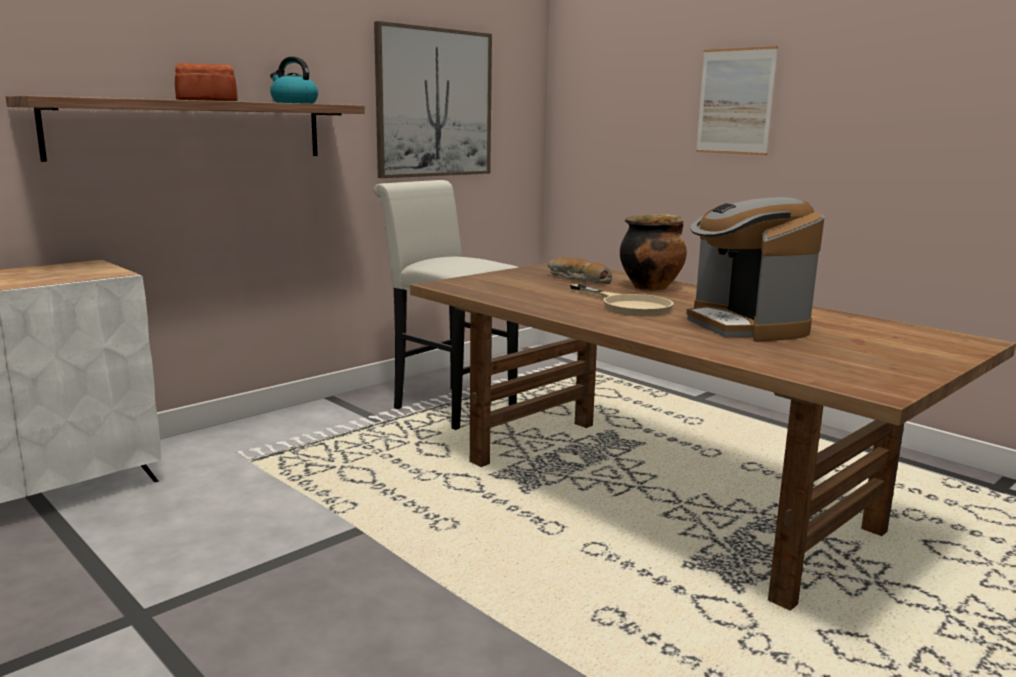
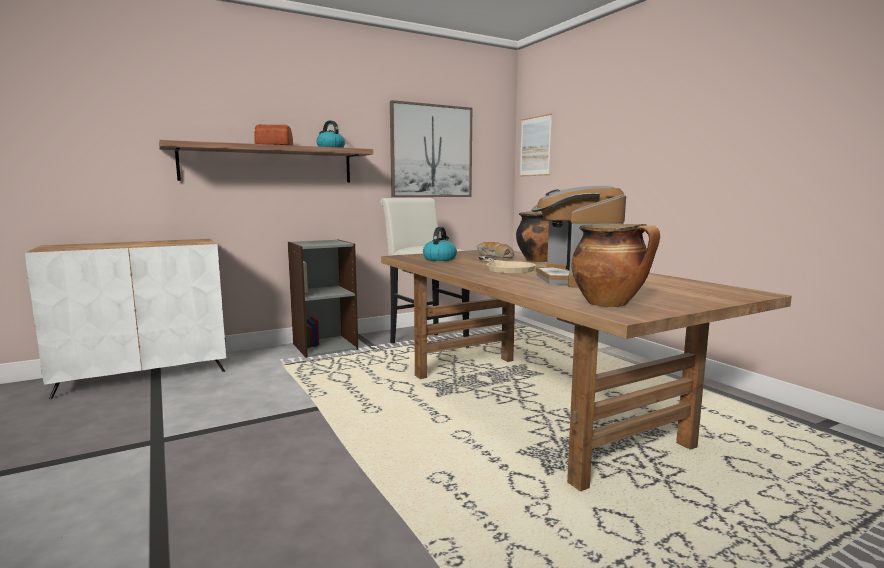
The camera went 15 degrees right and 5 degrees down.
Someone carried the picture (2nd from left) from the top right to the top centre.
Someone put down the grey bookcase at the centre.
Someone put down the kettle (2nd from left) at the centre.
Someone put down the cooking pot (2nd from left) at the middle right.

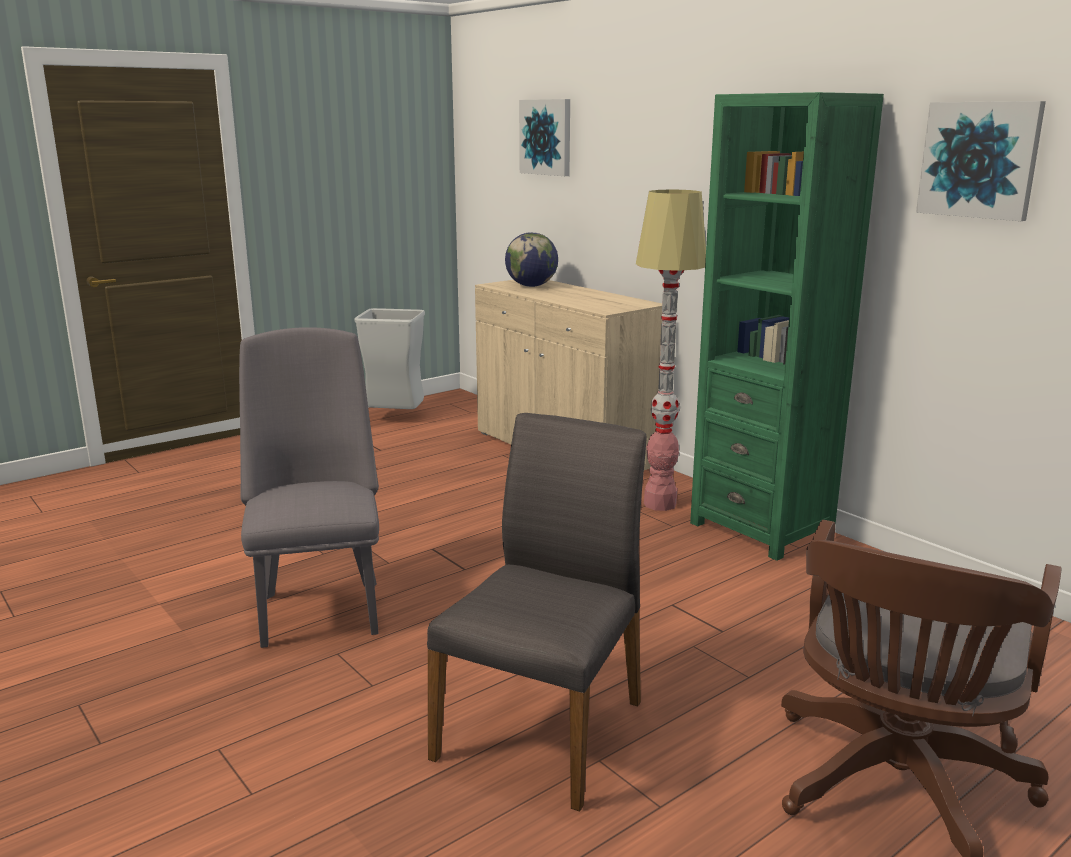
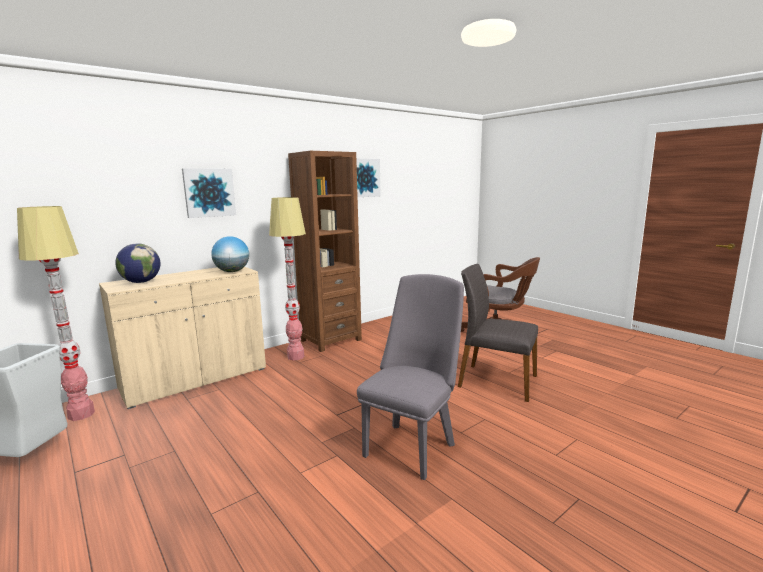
The camera went 90 degrees left and 5 degrees down.
Someone rotated the grey chair (1st from left) at the middle left by 135 degrees clockwise.
Someone carried the picture (1st from left) from the top centre to the middle left.
Someone repainted the green bookcase at the middle right, which became the brown bookcase at the centre.
Someone put down the floor lamp (1st from left) at the middle left.
Someone put down the globe (2nd from left) at the middle left.

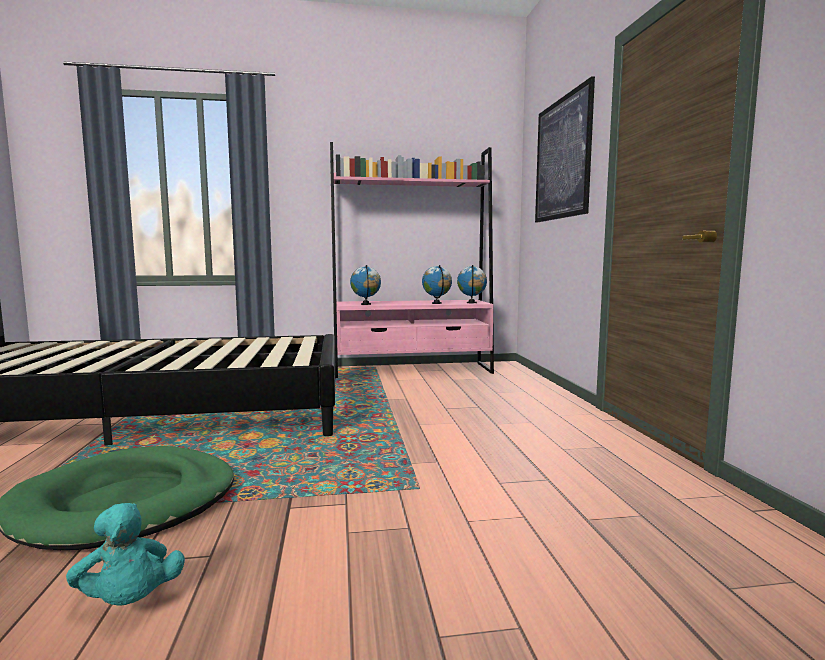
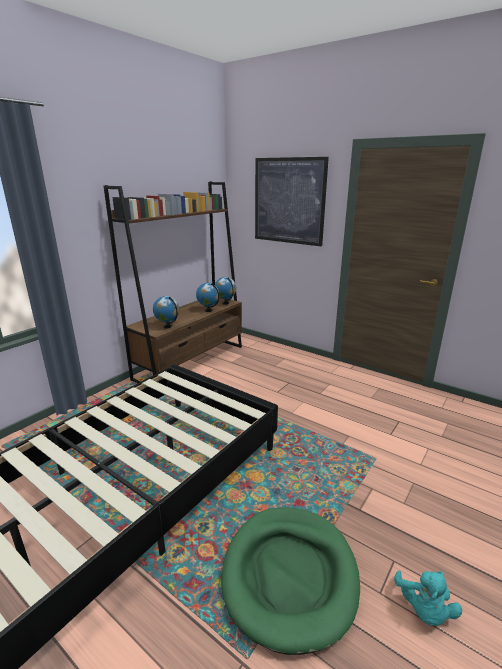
The camera went 45 degrees left and 15 degrees up.
Someone rotated the turquoise plush toy at the bottom left by 90 degrees clockwise.
Someone repainted the pink bookcase at the centre, which became the brown bookcase at the centre.

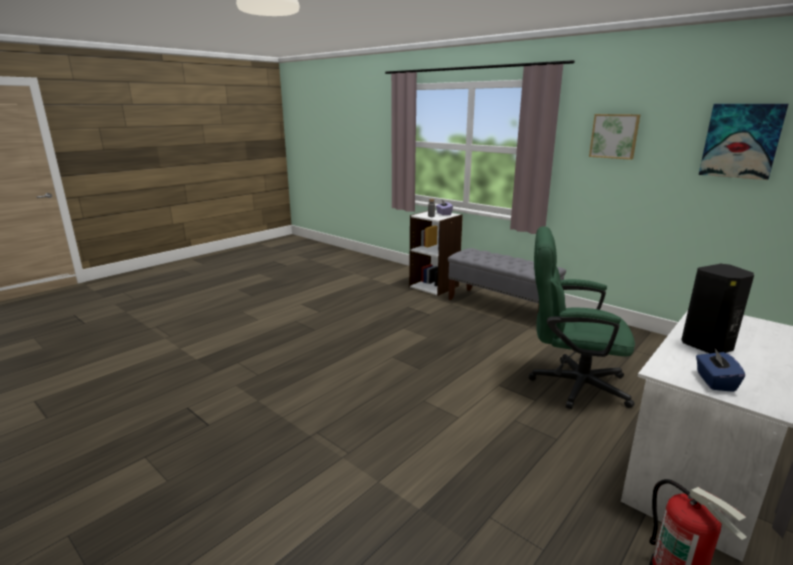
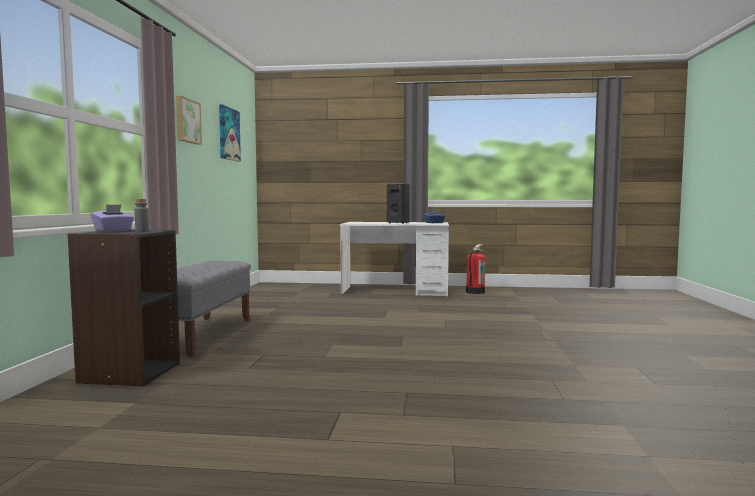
The camera went 125 degrees left and 15 degrees down.
Someone repainted the white bookcase at the centre, which became the black bookcase at the middle left.
Someone took away the green office chair at the middle right.

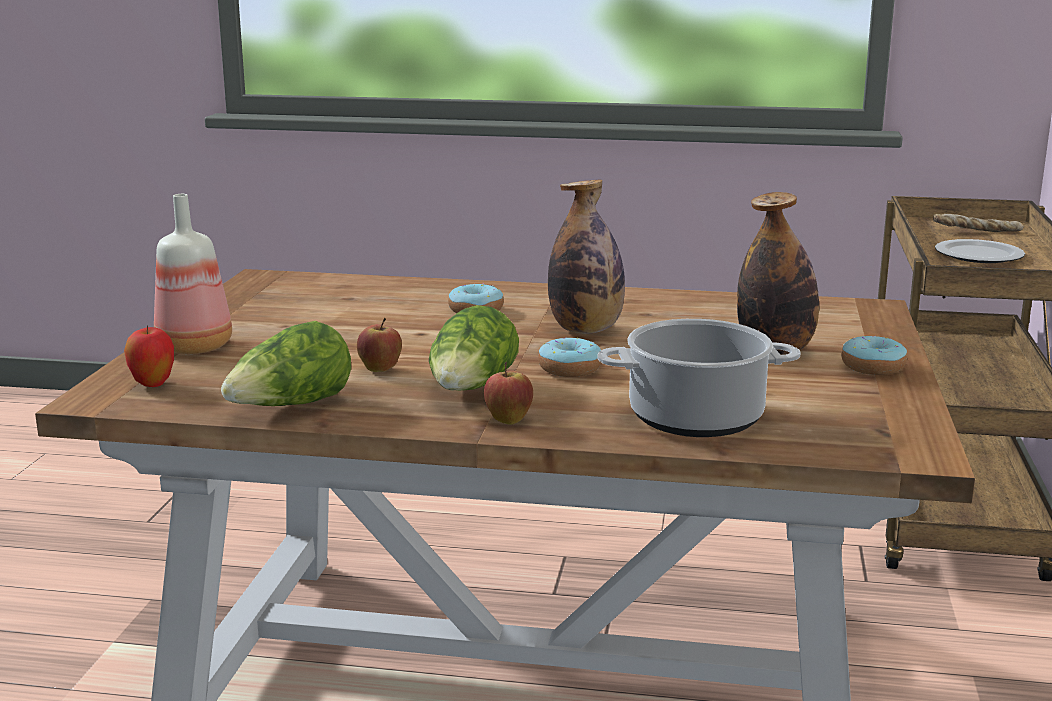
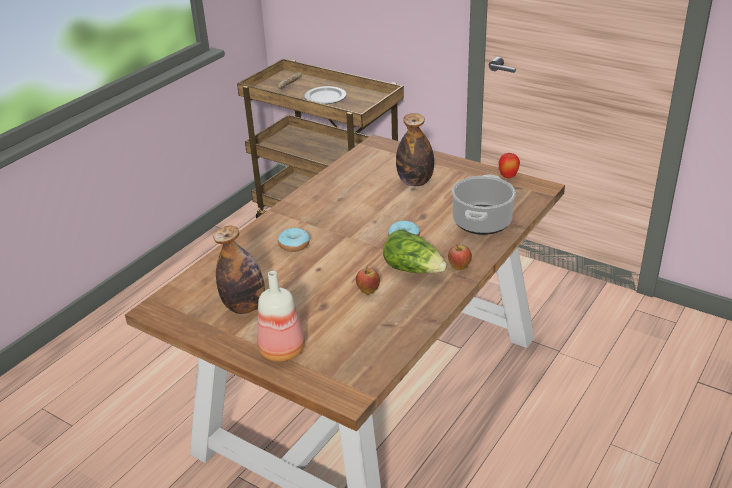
The camera went 65 degrees left and 15 degrees up.
Someone carried the apple (1st from left in the first image) from the middle left to the middle right.
Someone took away the lettuce (1st from left) at the middle left.
Someone carried the bottle (2nd from left in the first image) from the centre to the middle left.
Someone took away the donut (3rd from left) at the middle right.

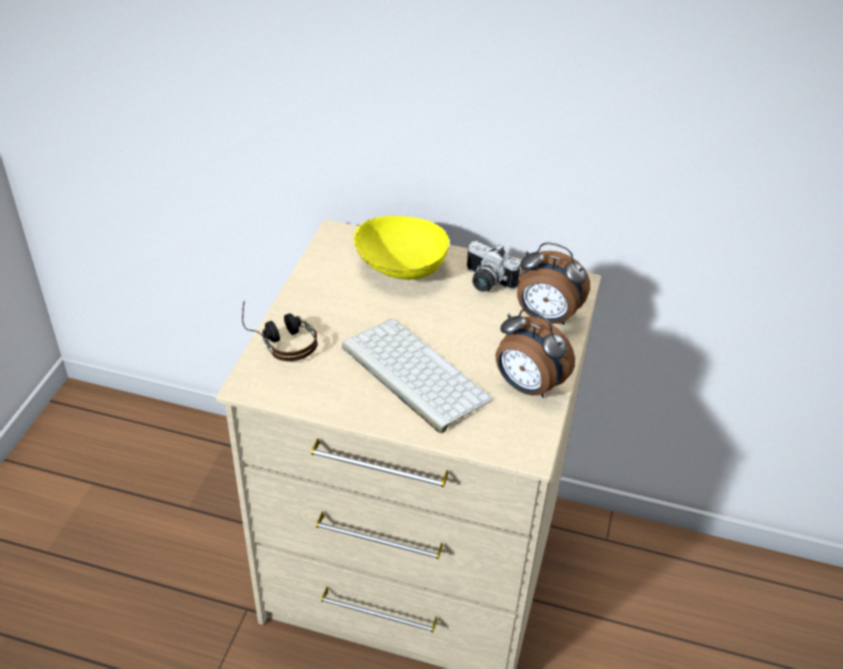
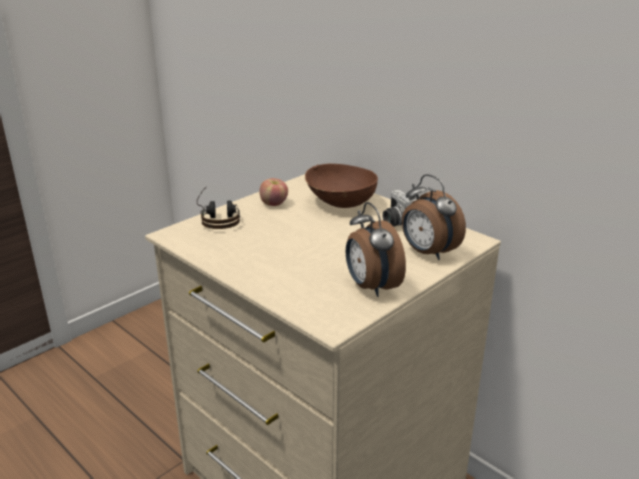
The camera went 30 degrees right and 15 degrees down.
Someone took away the keyboard at the centre.
Someone repainted the yellow bowl at the centre, which became the brown bowl at the centre.
Someone put down the apple at the centre.

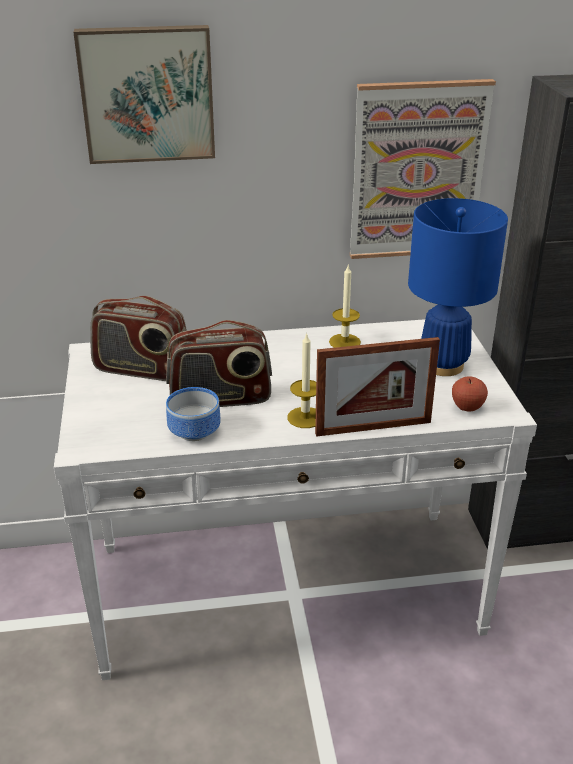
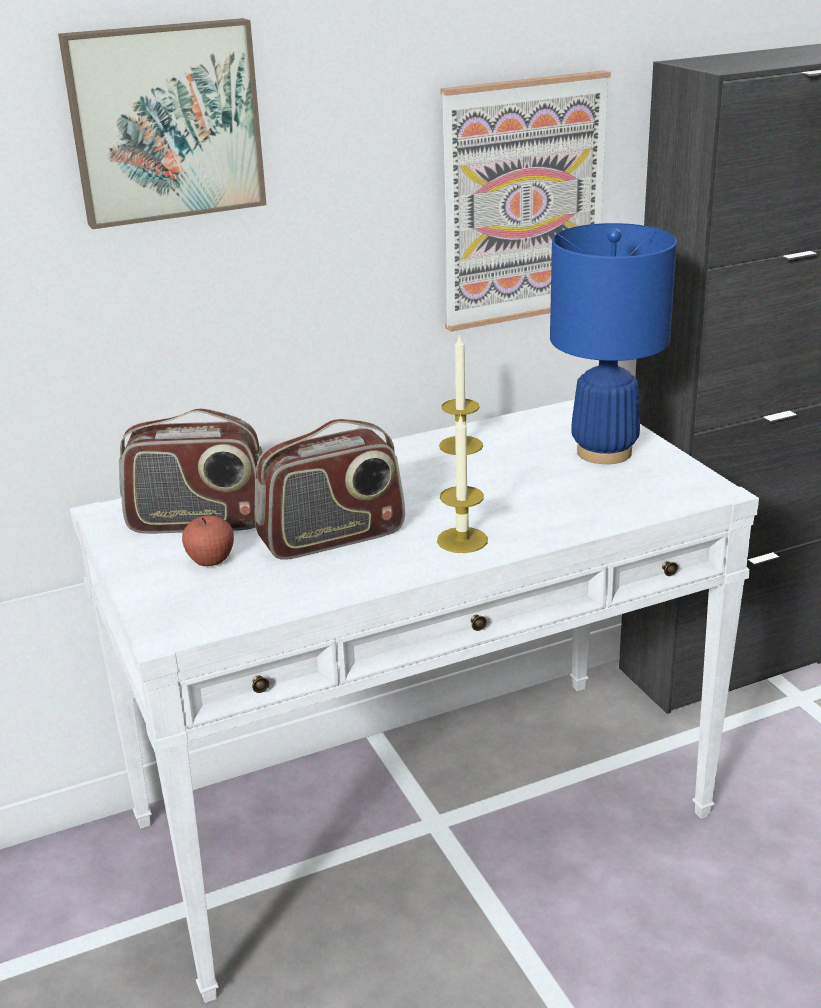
The camera went 15 degrees left and 5 degrees down.
Someone took away the bowl at the centre.
Someone took away the picture frame at the centre.
Someone carried the apple from the middle right to the middle left.

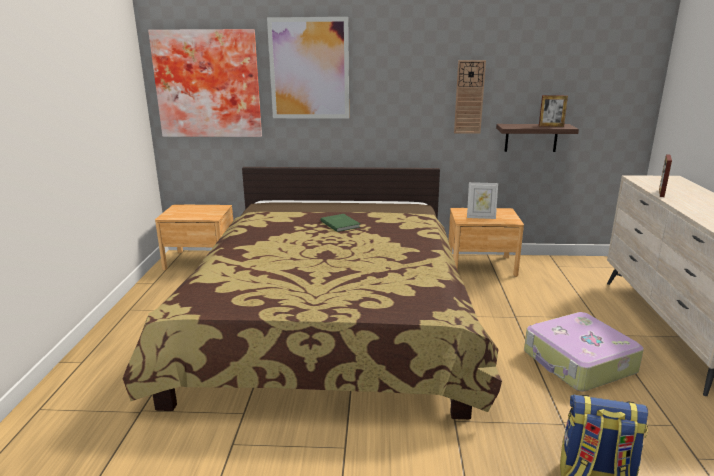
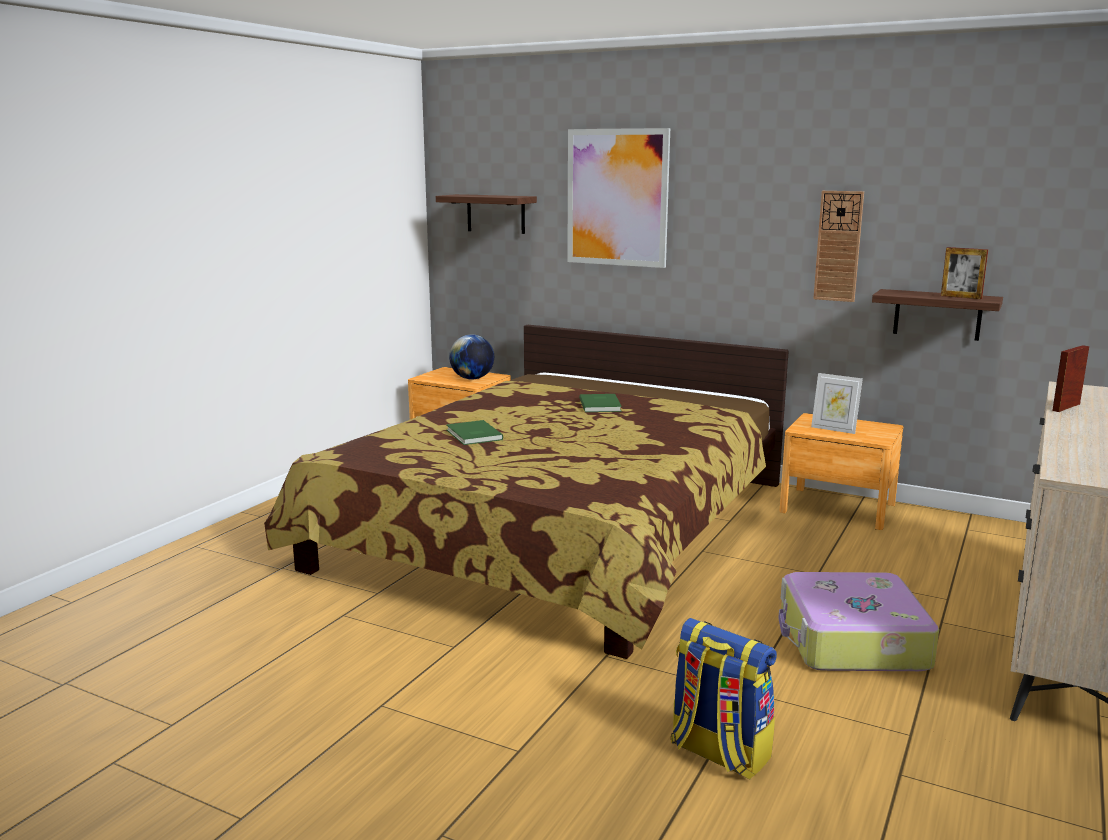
The camera went 25 degrees right and 5 degrees down.
Someone swapped the picture (1st from left) at the top left for the shelf (1st from left) at the top centre.
Someone put down the green book (1st from left) at the centre.
Someone put down the globe at the centre.

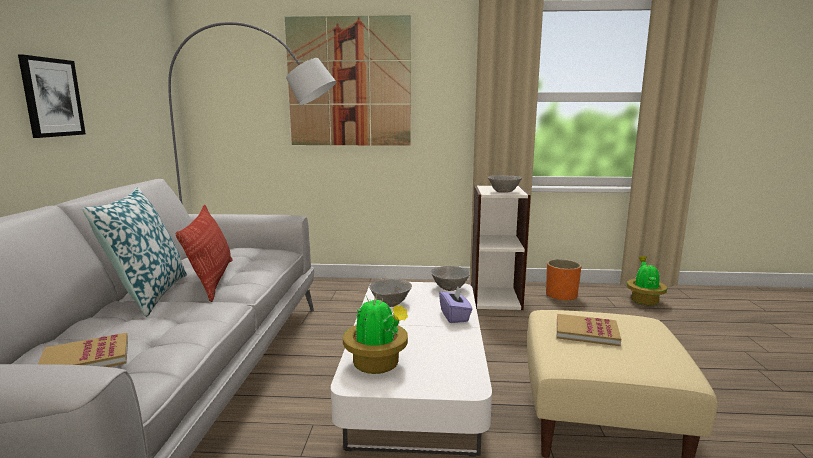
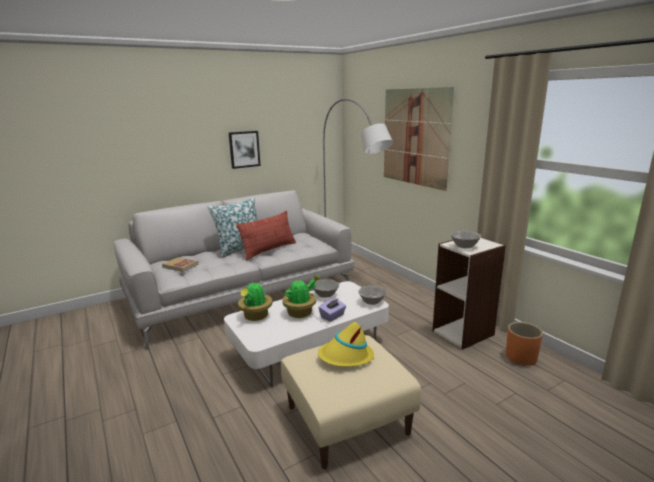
The camera went 55 degrees right and 5 degrees up.
Someone swapped the book (2nd from left) at the bottom right for the yellow hat at the bottom centre.
Someone carried the potted plant (2nd from left) from the middle right to the centre.

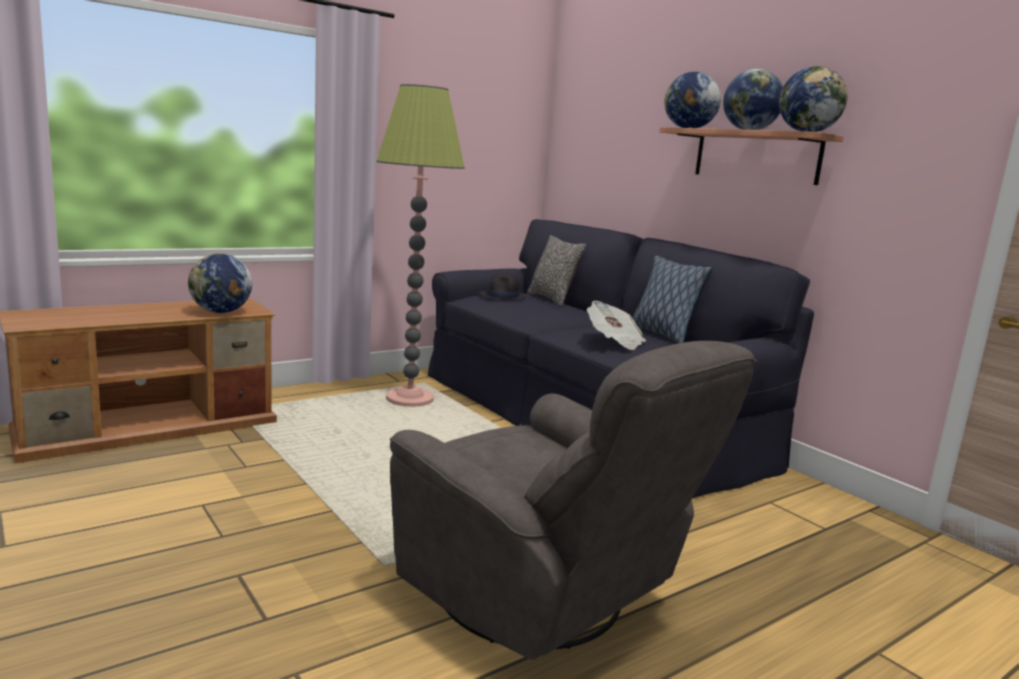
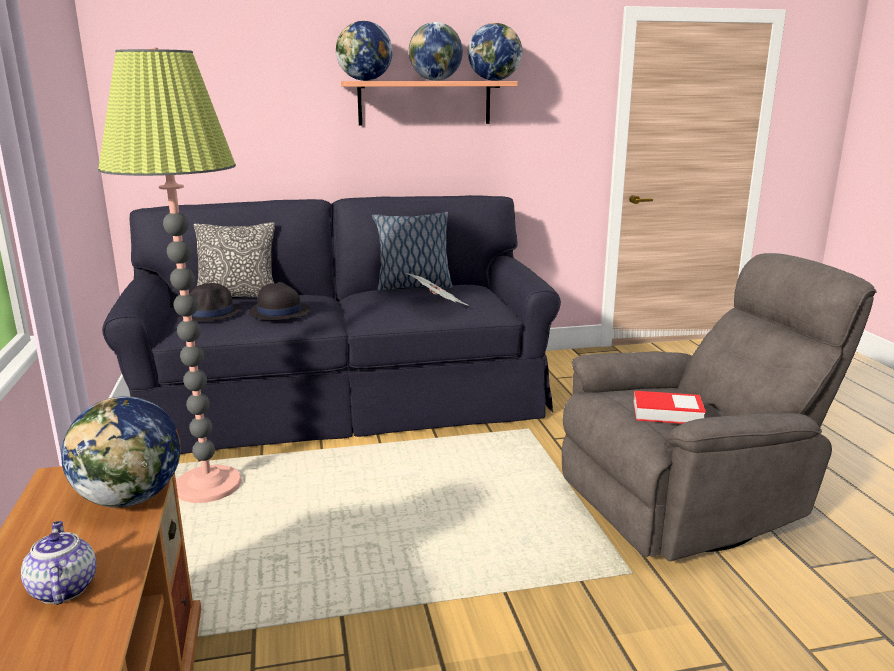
The camera went 65 degrees left and 5 degrees up.
Someone put down the teapot at the bottom left.
Someone put down the black hat (2nd from left) at the middle left.
Someone put down the book at the middle right.

